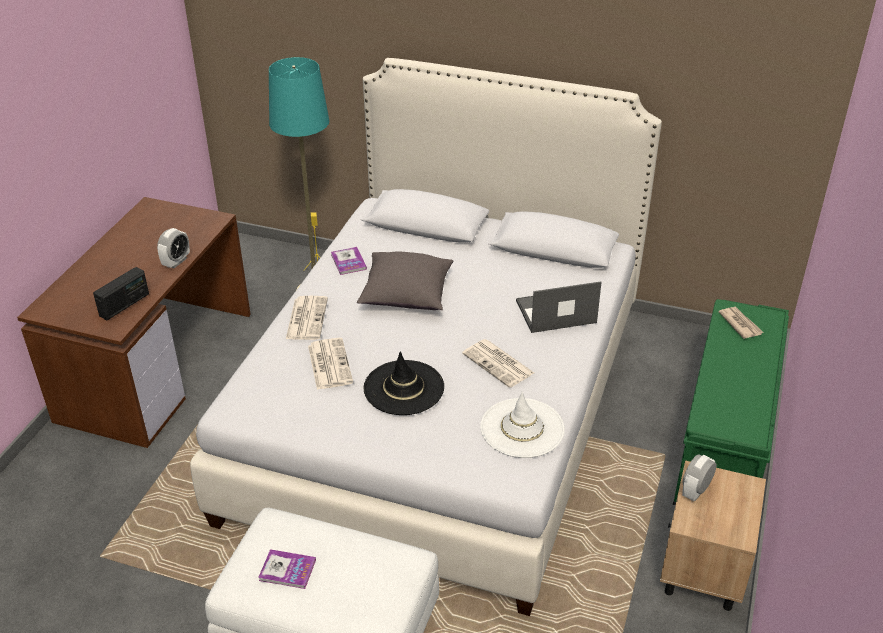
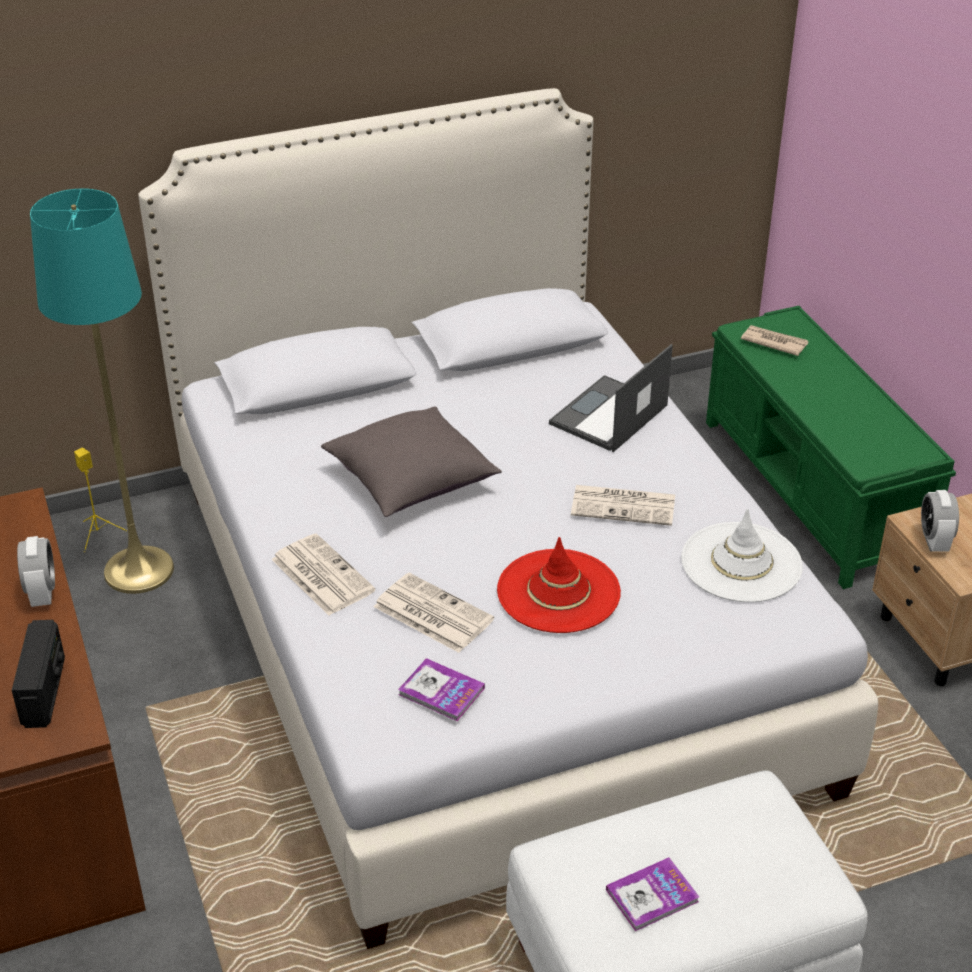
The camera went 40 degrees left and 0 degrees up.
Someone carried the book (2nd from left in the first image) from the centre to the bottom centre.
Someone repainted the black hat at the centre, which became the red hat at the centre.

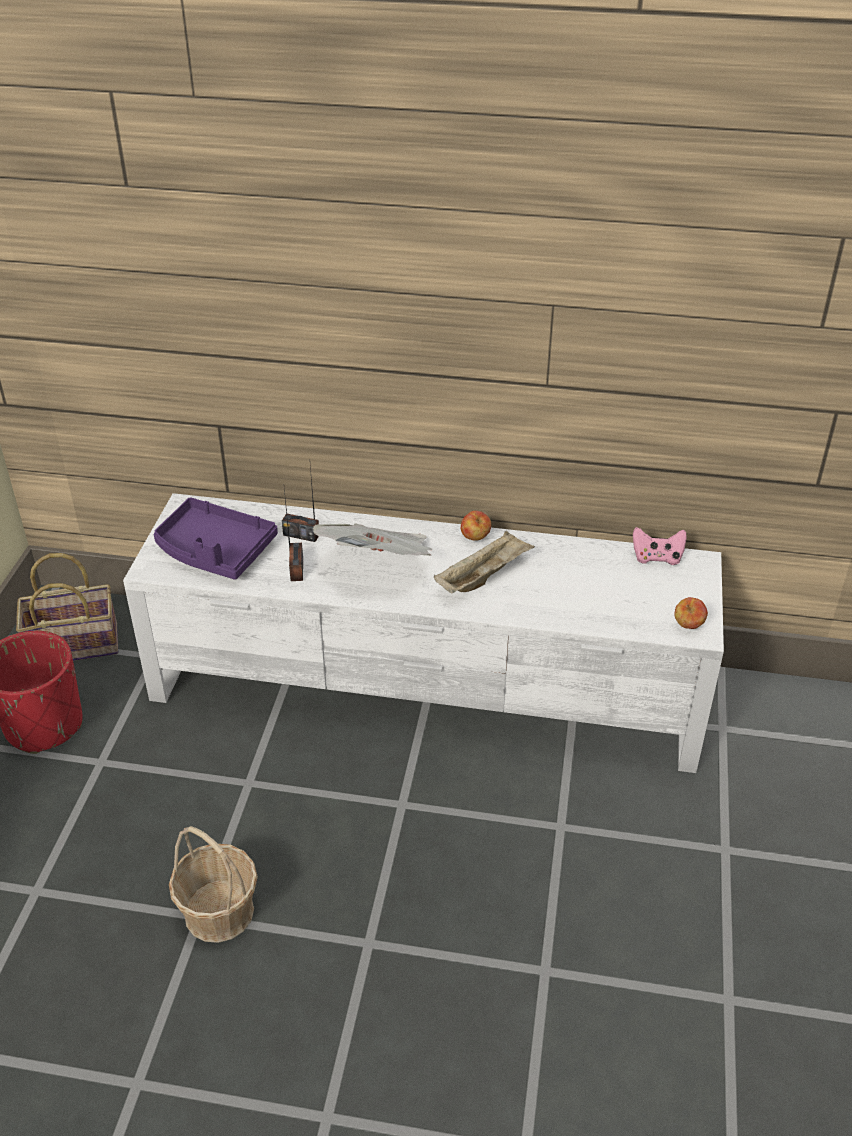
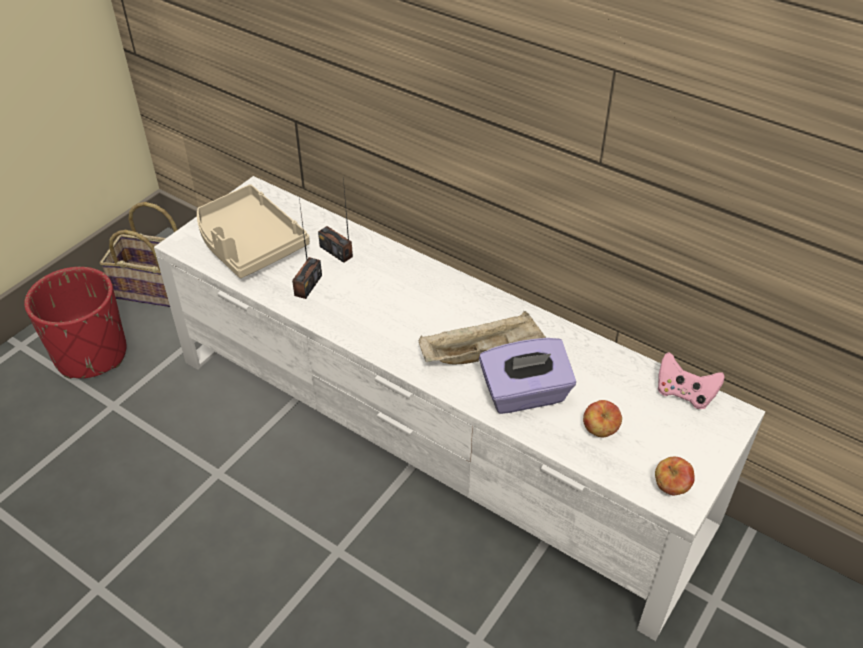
The camera went 25 degrees right and 5 degrees up.
Someone repainted the purple tray at the middle left, which became the beige tray (1st from left) at the middle left.
Someone took away the basket (2nd from left) at the bottom left.
Someone took away the newspaper at the centre.
Someone carried the apple (1st from left) from the centre to the middle right.
Someone put down the purple tissue box at the centre.

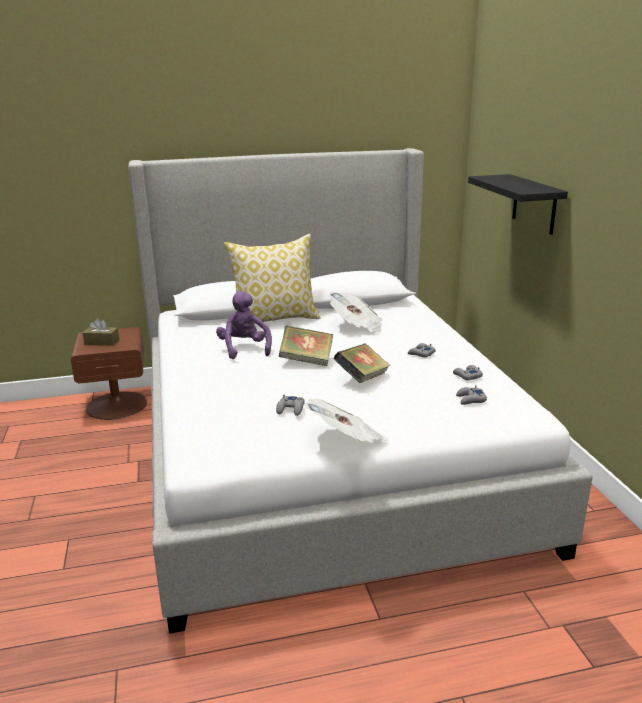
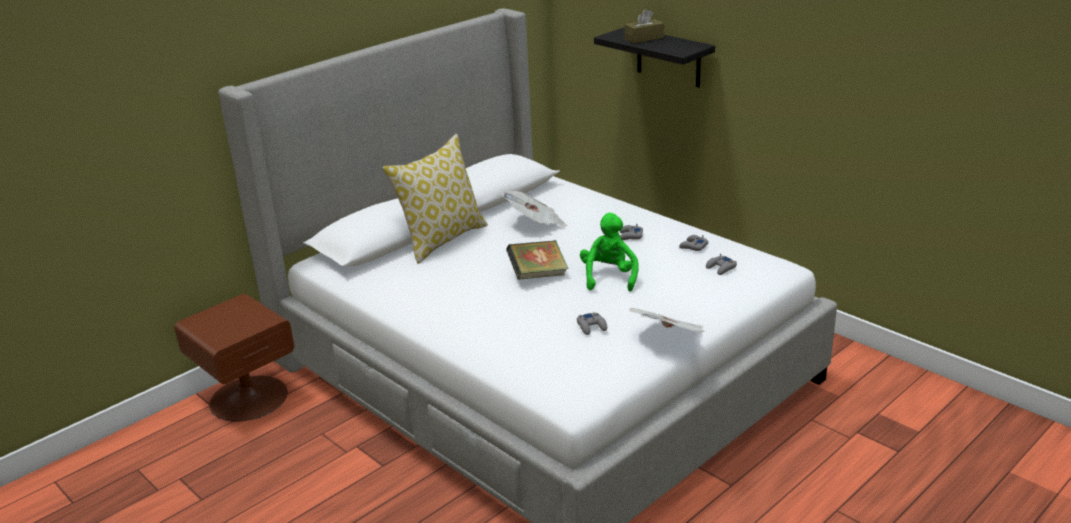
The camera went 30 degrees left and 5 degrees up.
Someone carried the brown tissue box from the middle left to the top centre.
Someone took away the purple plush toy at the centre.
Someone swapped the book (2nd from left) at the centre for the green plush toy at the centre.

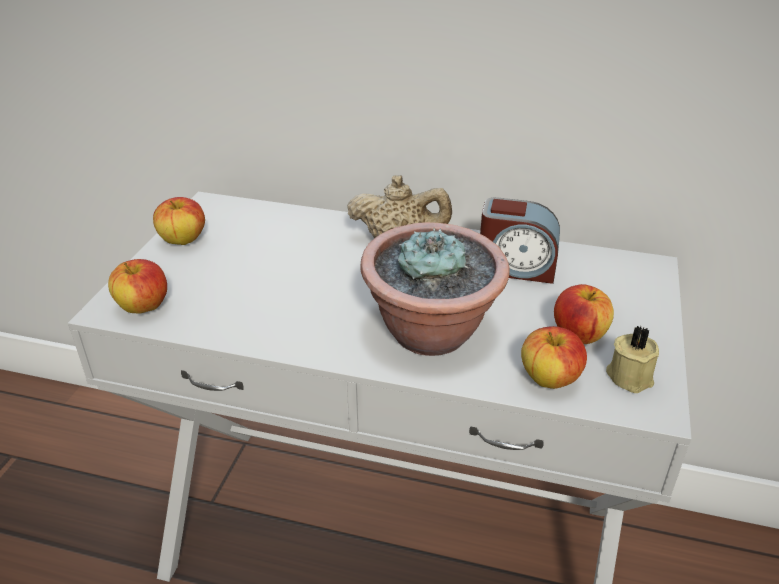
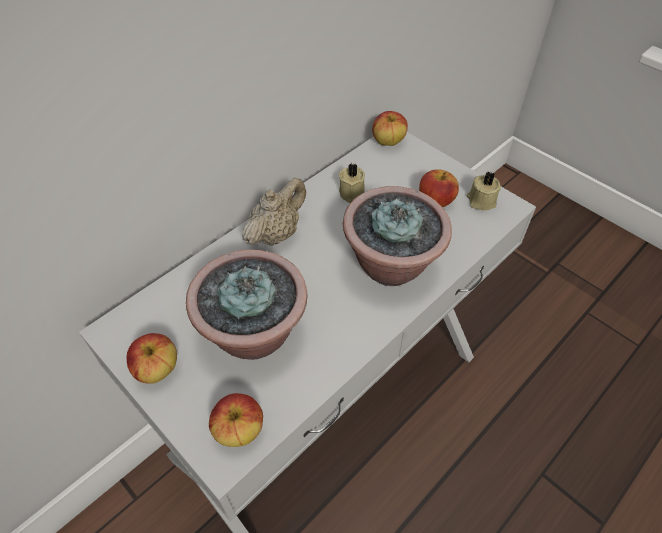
The camera went 60 degrees left and 15 degrees up.
Someone swapped the alarm clock at the middle right for the beige candle (1st from left) at the centre.
Someone carried the apple (3rd from left) from the middle right to the top centre.
Someone put down the potted plant (1st from left) at the centre.

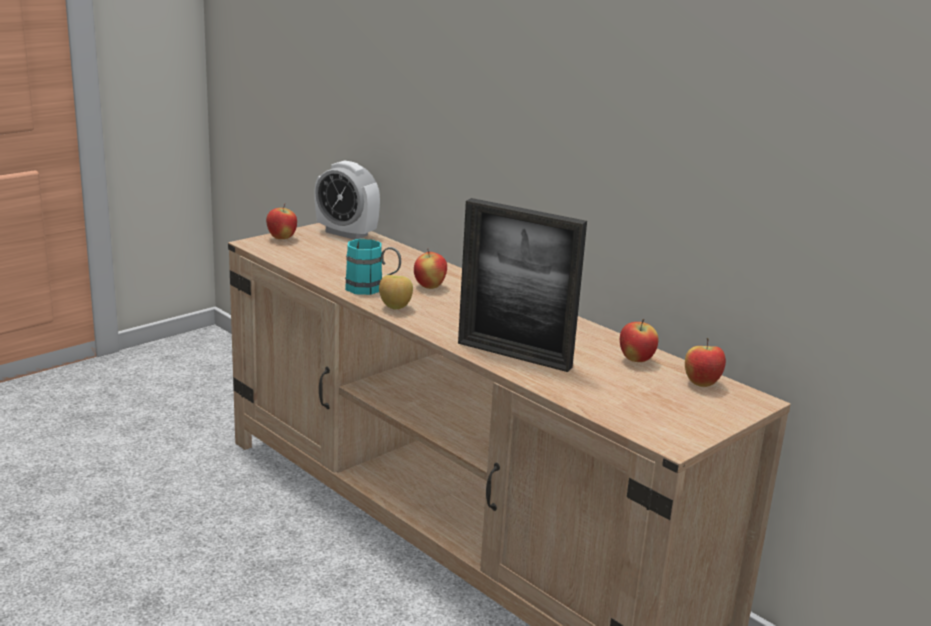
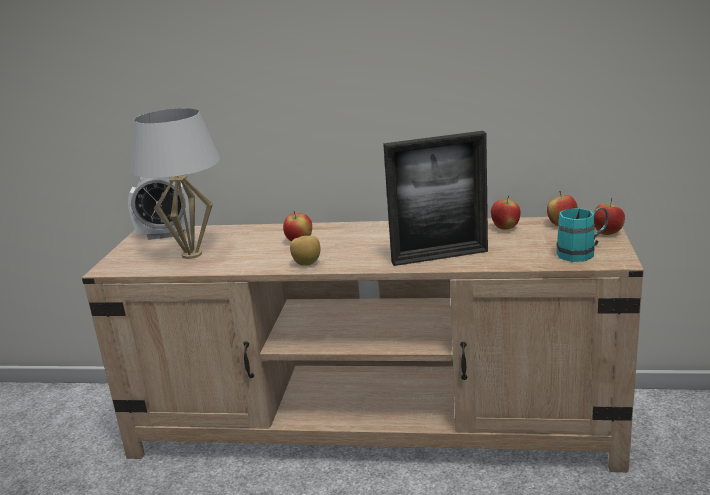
The camera went 35 degrees left and 0 degrees up.
Someone carried the apple (1st from left in the first image) from the middle left to the middle right.
Someone carried the turquoise mug from the centre to the middle right.
Someone put down the white table lamp at the middle left.

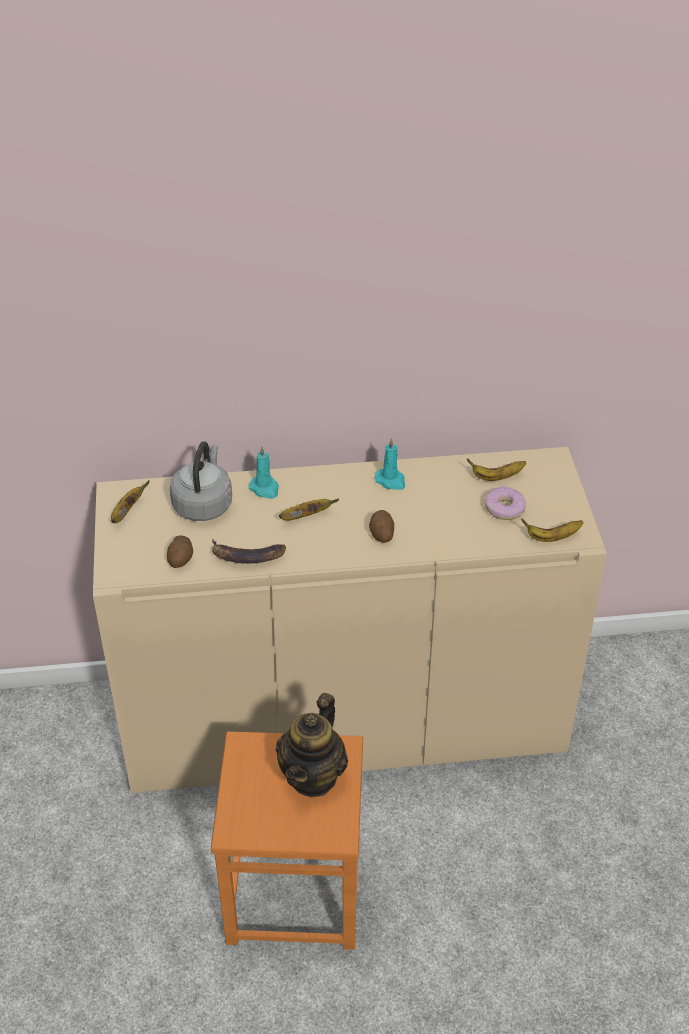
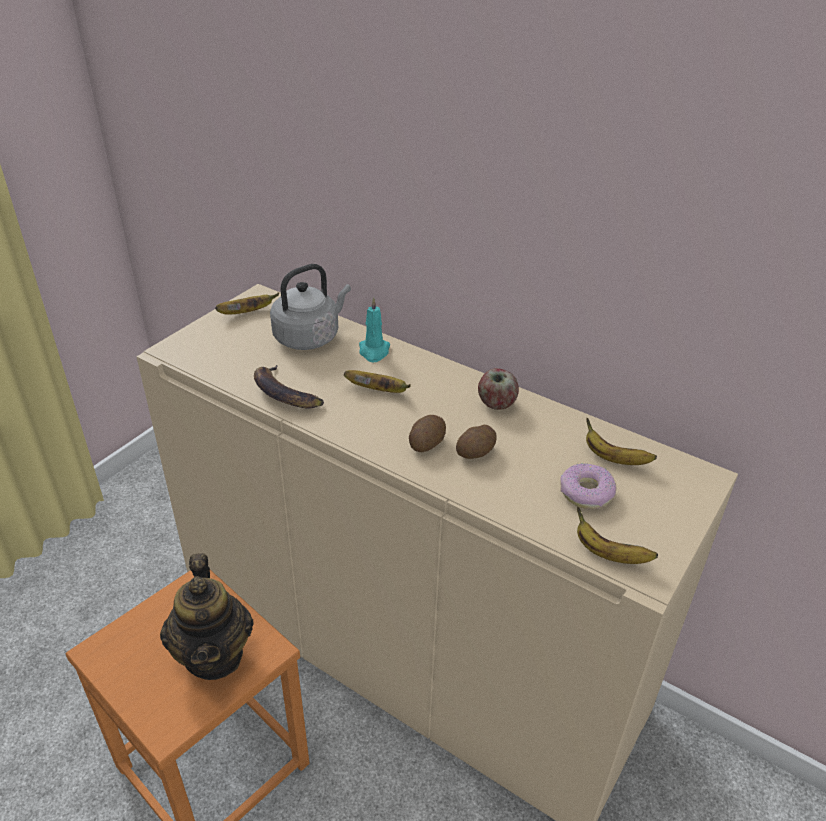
The camera went 40 degrees right and 5 degrees down.
Someone carried the potato (1st from left in the first image) from the middle left to the centre.
Someone rotated the teapot at the bottom centre by 75 degrees counterclockwise.
Someone swapped the turquoise candle (2nd from left) at the centre for the apple at the centre.

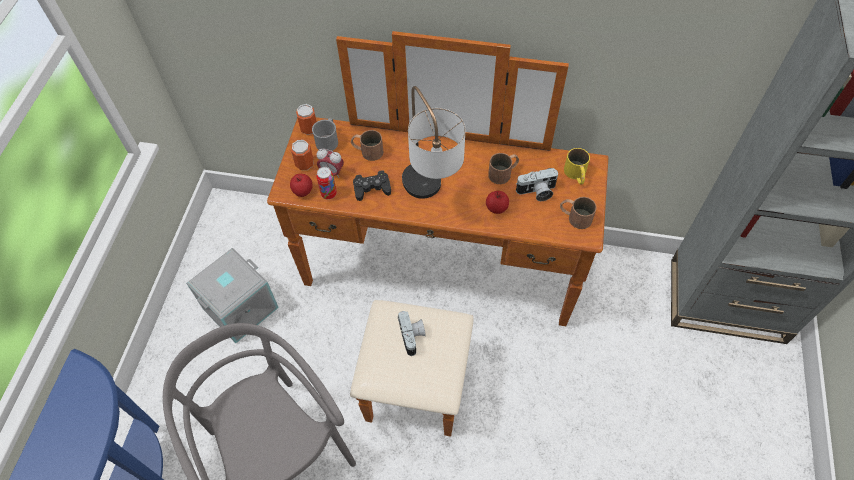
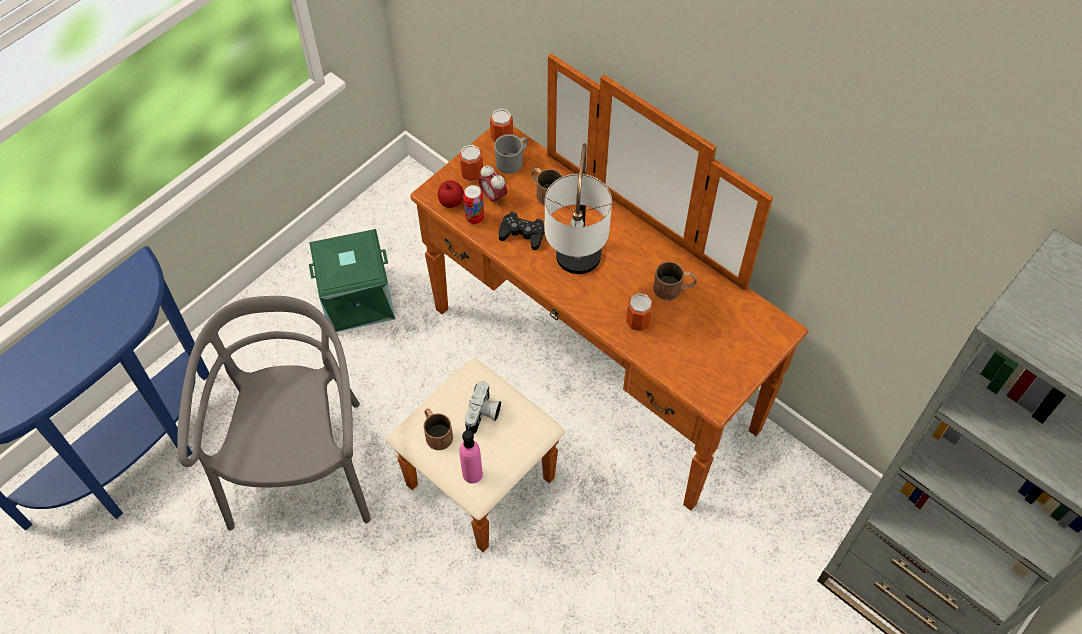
The camera went 30 degrees right and 0 degrees up.
Someone repainted the grey storage box at the middle left, which became the green storage box at the middle left.
Someone swapped the apple (2nd from left) at the centre for the can (4th from left) at the centre.
Someone took away the photo camera (2nd from left) at the centre.
Someone carried the brown mug (3rd from left in the first image) from the middle right to the bottom centre.
Someone took away the yellow mug at the middle right.
Someone put down the pink bottle at the bottom centre.

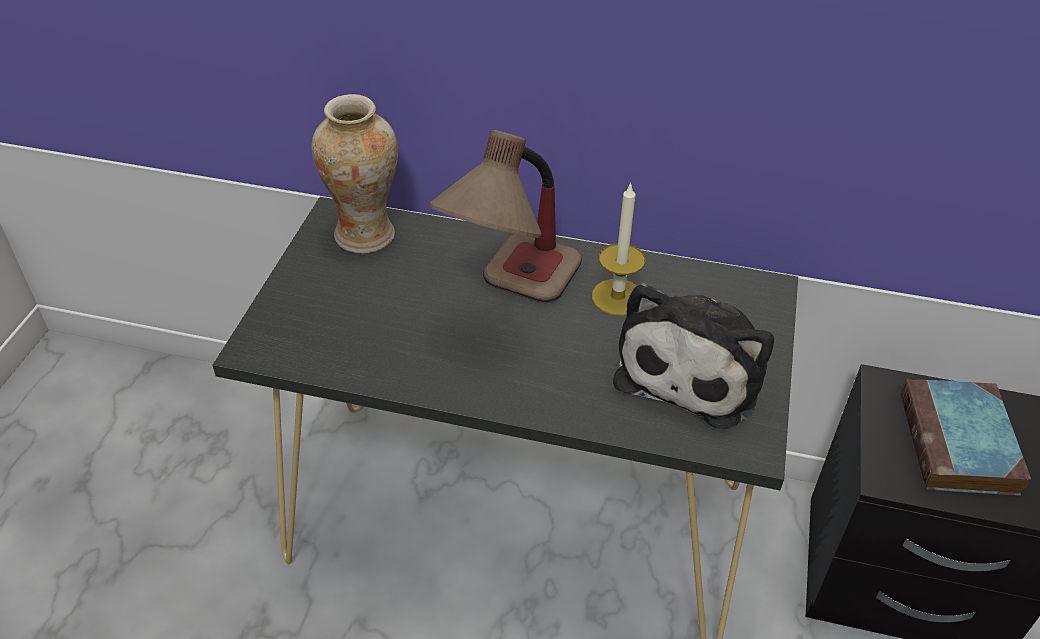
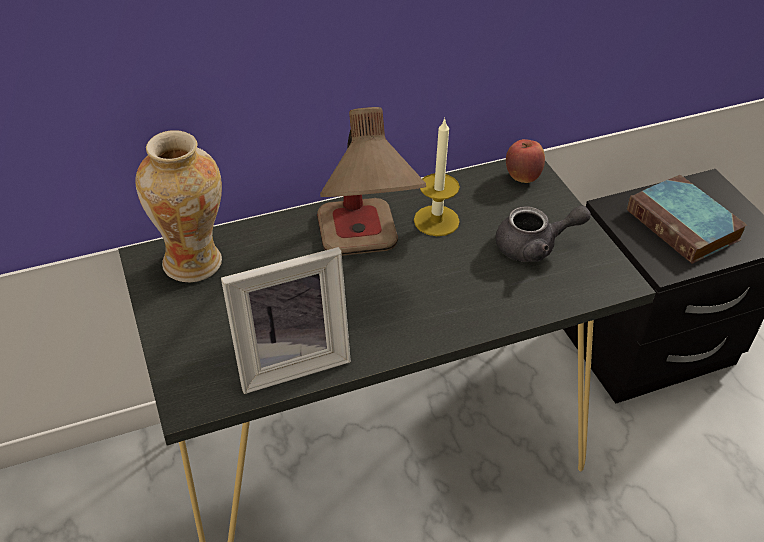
The camera went 35 degrees left and 0 degrees up.
Someone swapped the plush toy at the centre for the grey teapot at the middle right.
Someone put down the picture frame at the centre.
Someone put down the apple at the top right.

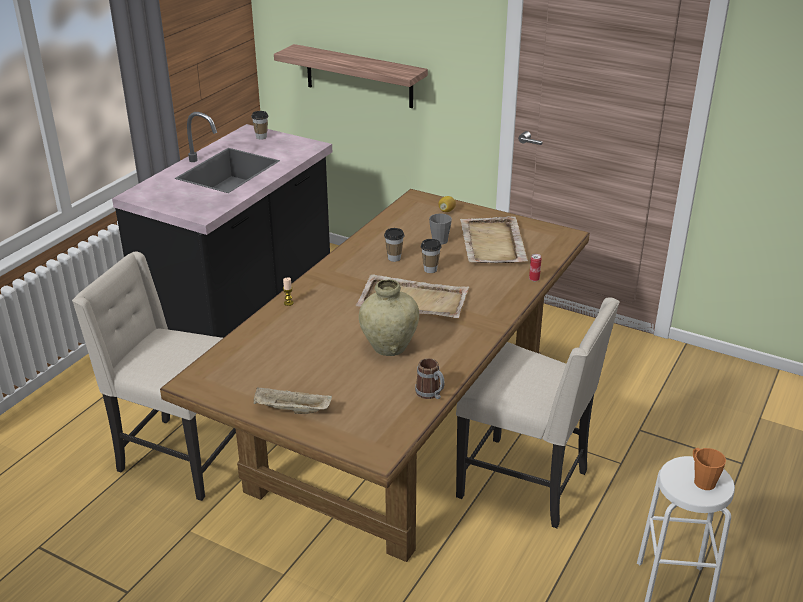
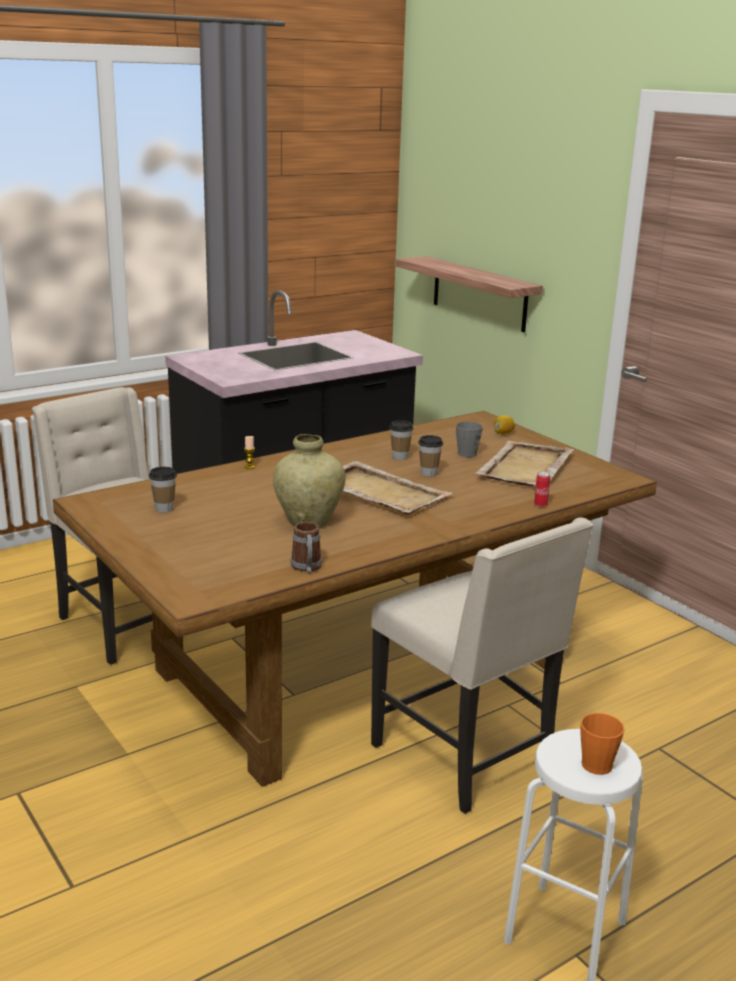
The camera went 25 degrees right and 10 degrees down.
Someone carried the cup (1st from left) from the top left to the middle left.
Someone took away the beige tray (1st from left) at the centre.

